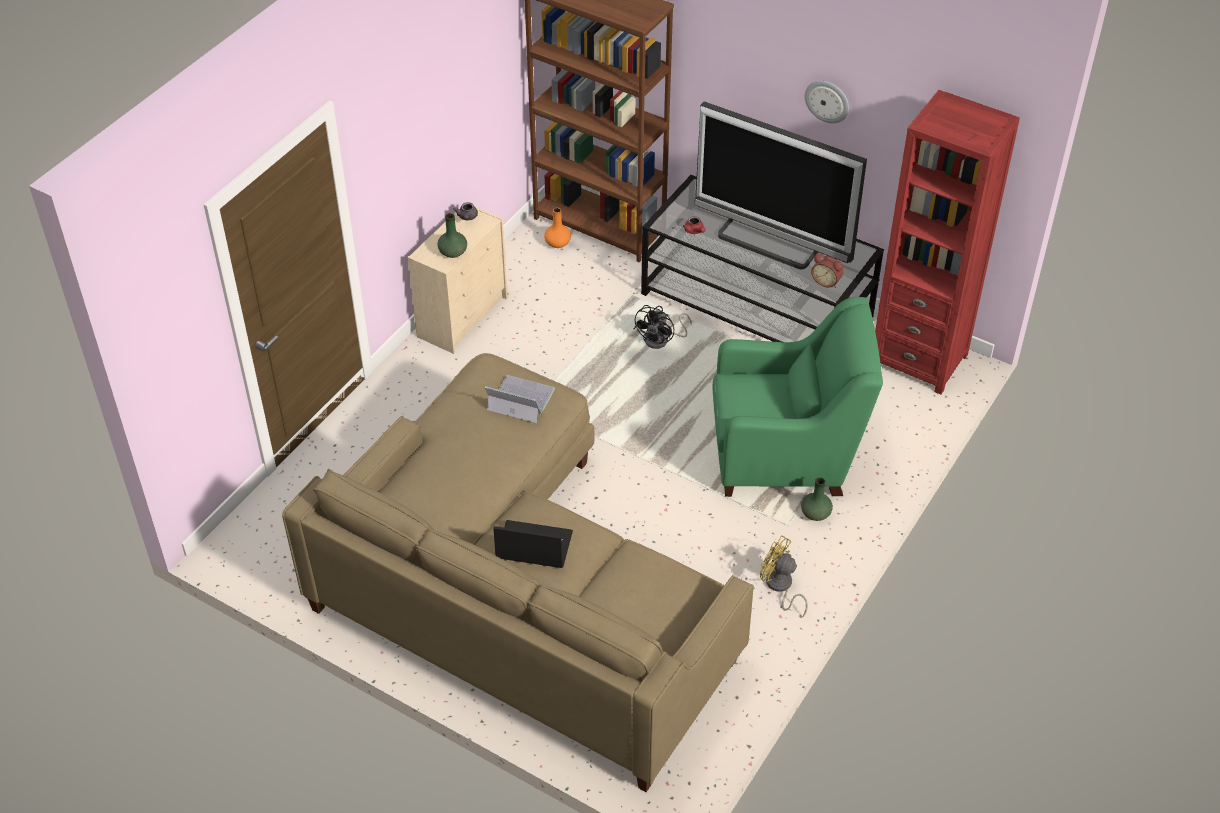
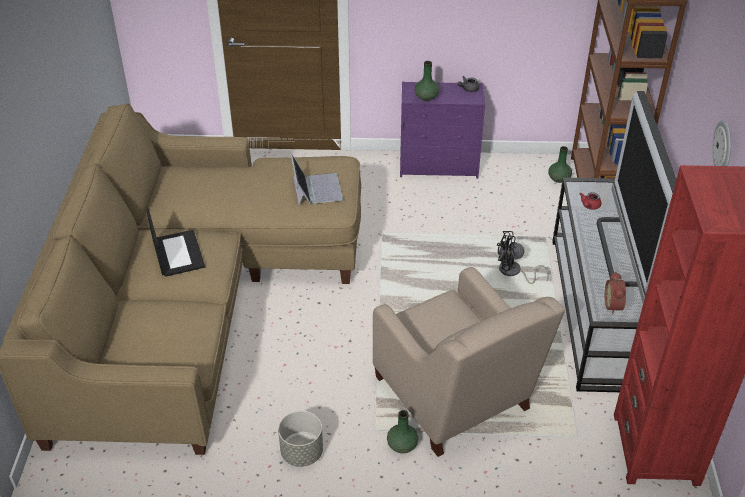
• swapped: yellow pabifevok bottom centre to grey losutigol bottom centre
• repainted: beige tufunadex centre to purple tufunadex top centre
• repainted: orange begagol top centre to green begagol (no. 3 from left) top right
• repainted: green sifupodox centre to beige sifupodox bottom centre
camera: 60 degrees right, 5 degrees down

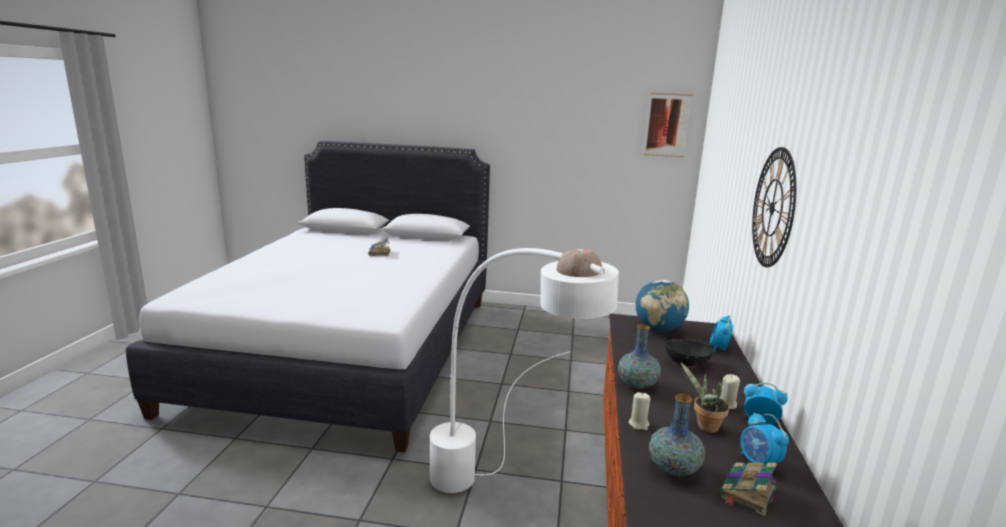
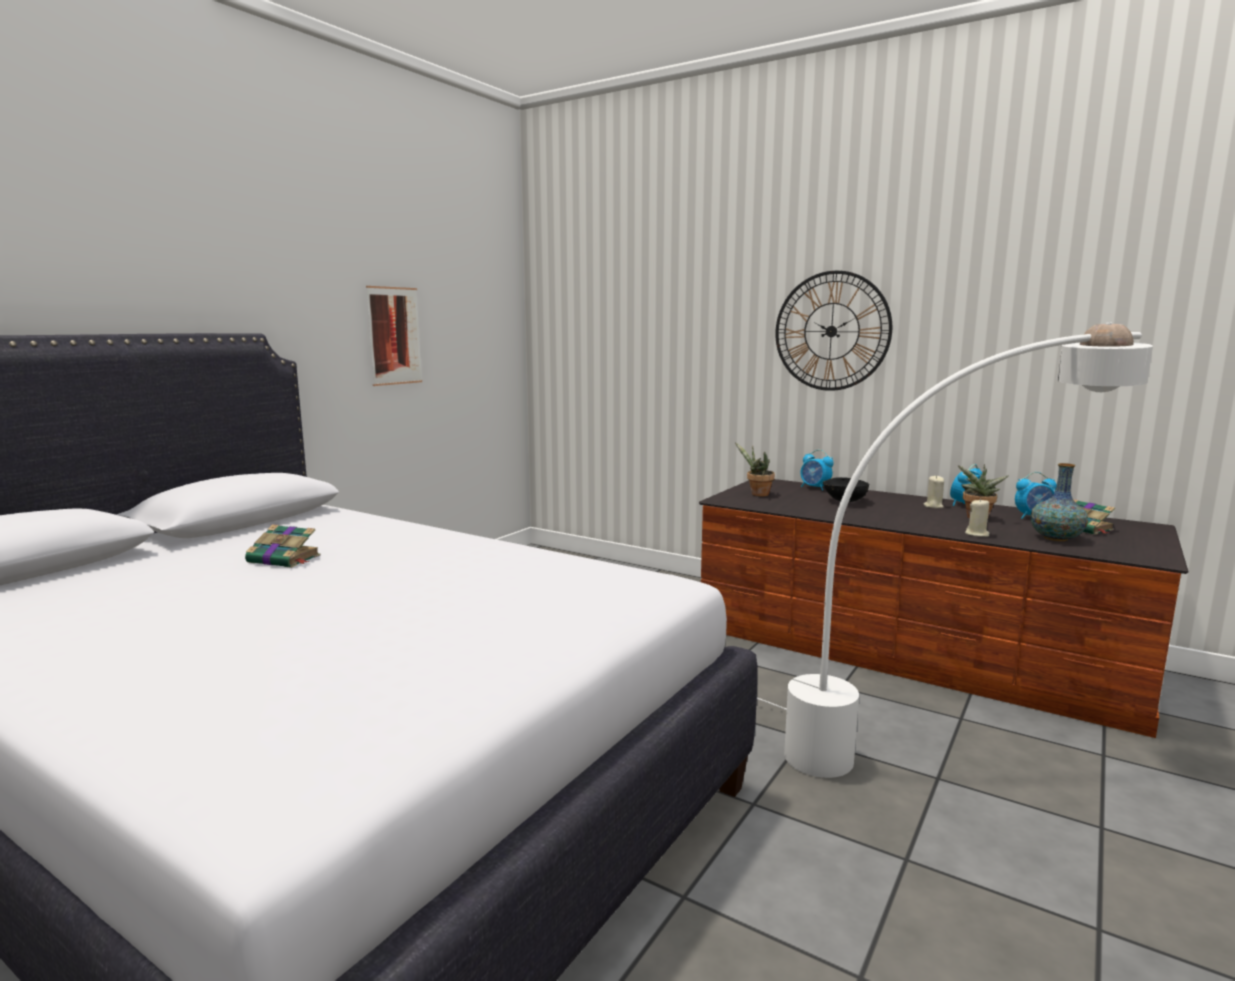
• gone: begagol (no. 1 from left) bottom centre
• shifted: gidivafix top centre to middle left
• swapped: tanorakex centre to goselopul (no. 1 from left) centre
camera: 65 degrees left, 5 degrees down

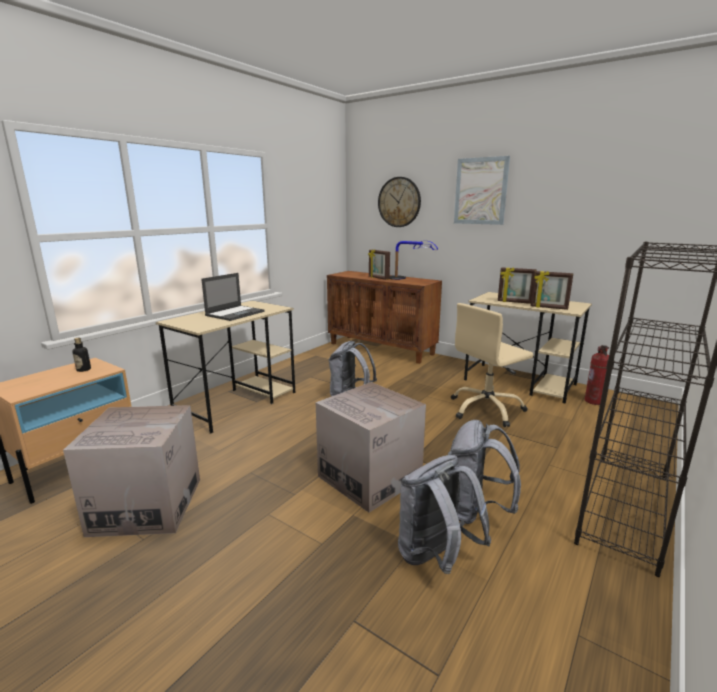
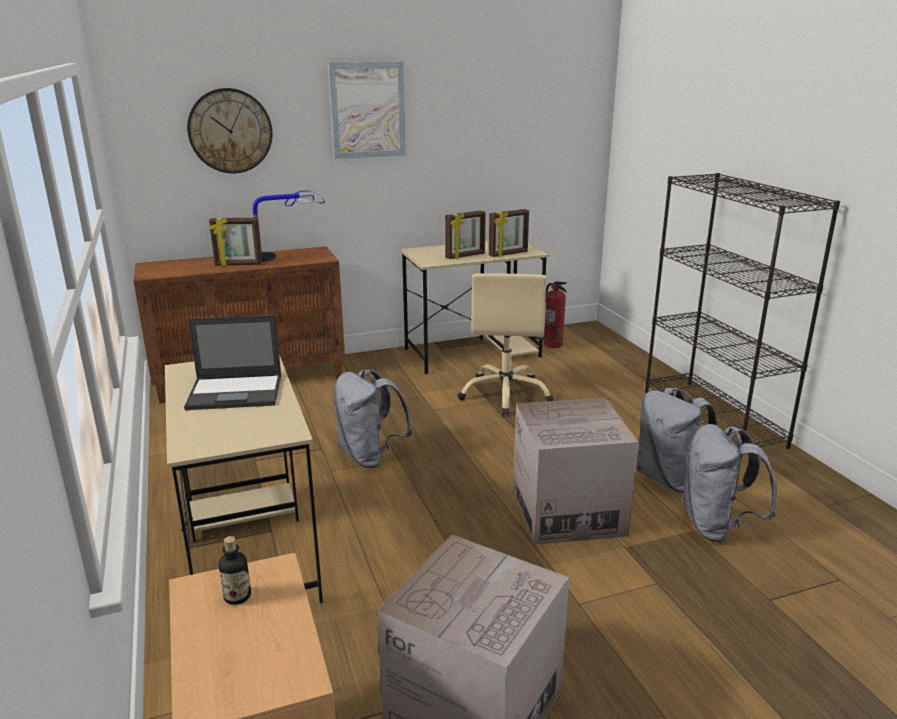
• rotated: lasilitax middle left = middle left 105 degrees clockwise
camera: 55 degrees left, 5 degrees up

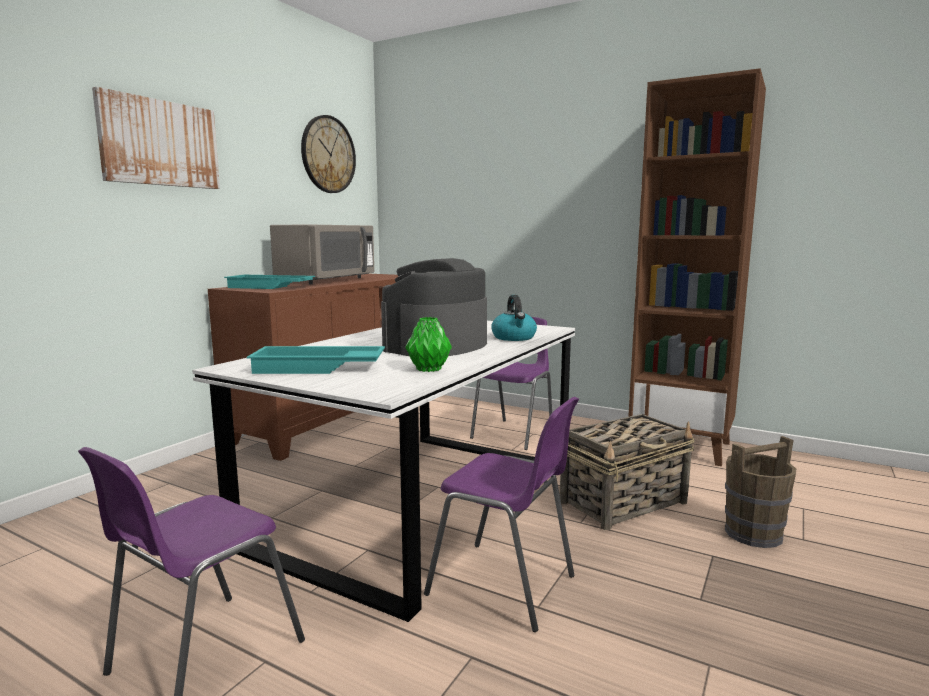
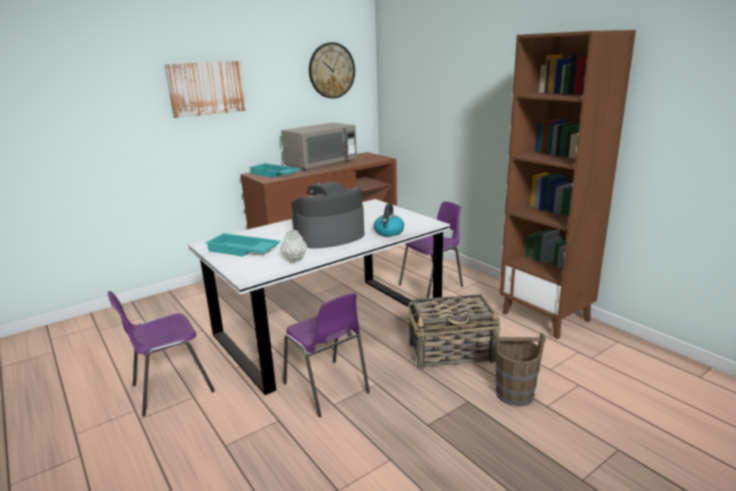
• repainted: green begagol centre to grey begagol centre
camera: 25 degrees right, 10 degrees up

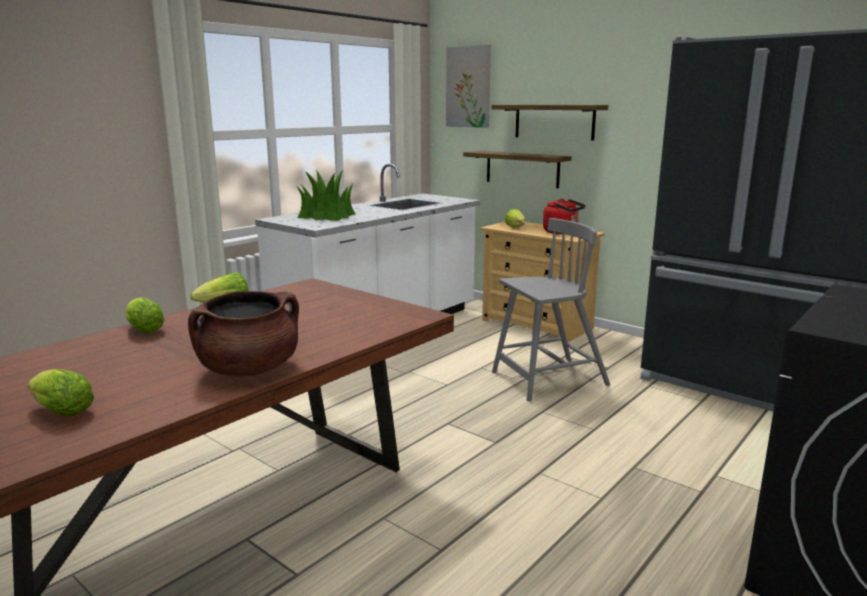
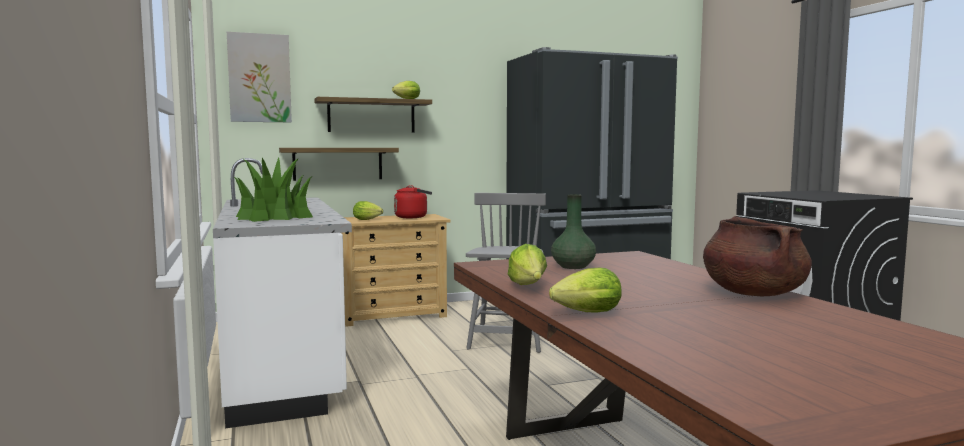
• new: green begagol centre
• shifted: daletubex (no. 1 from left in the first image) middle left to daletubex (no. 2 from left) top centre
camera: 60 degrees left, 10 degrees down

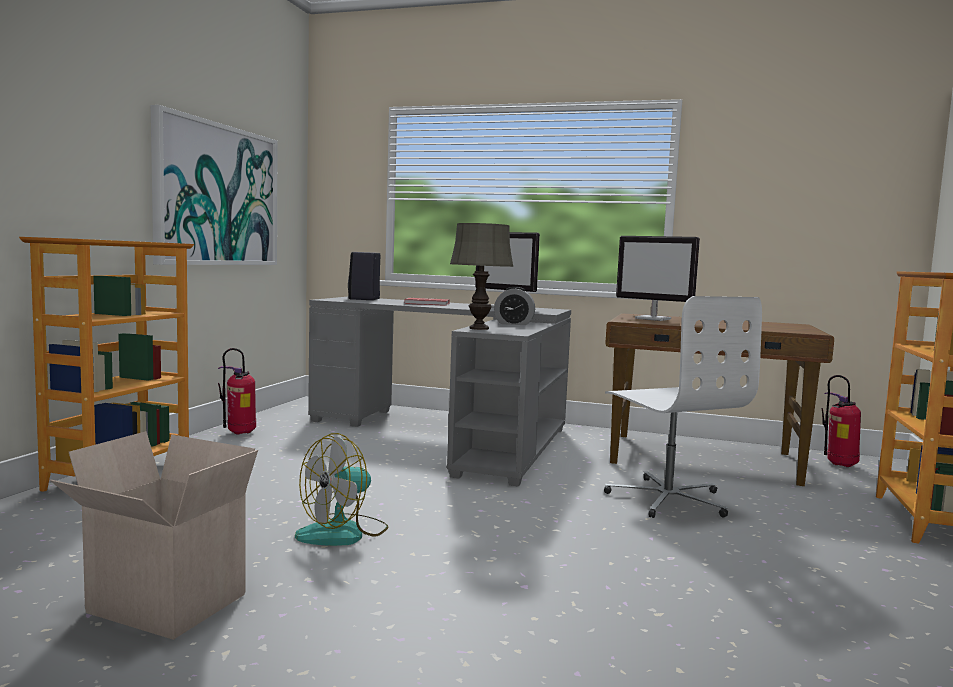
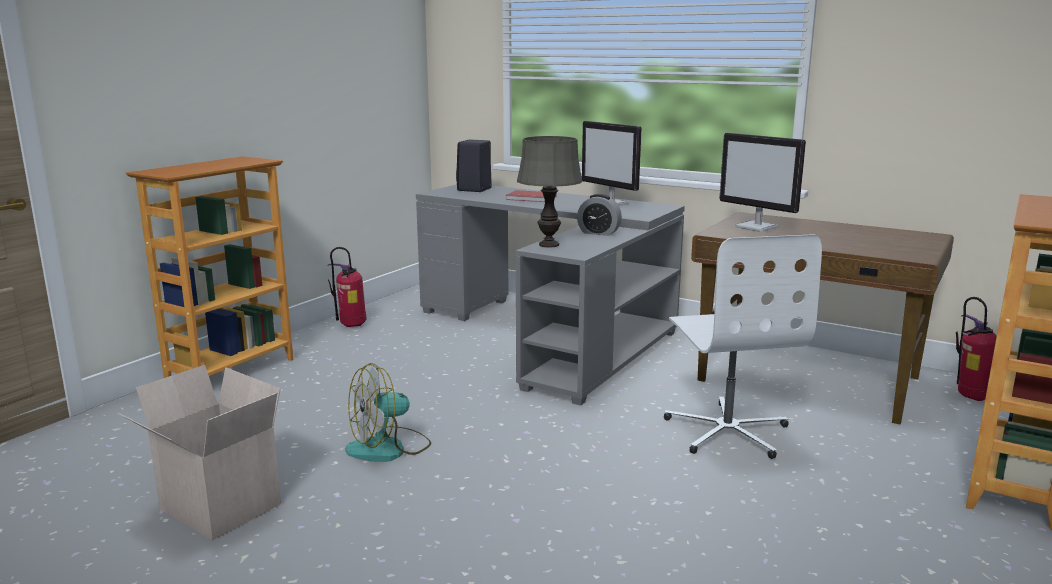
• gone: gidivafix top left
camera: 15 degrees right, 10 degrees up

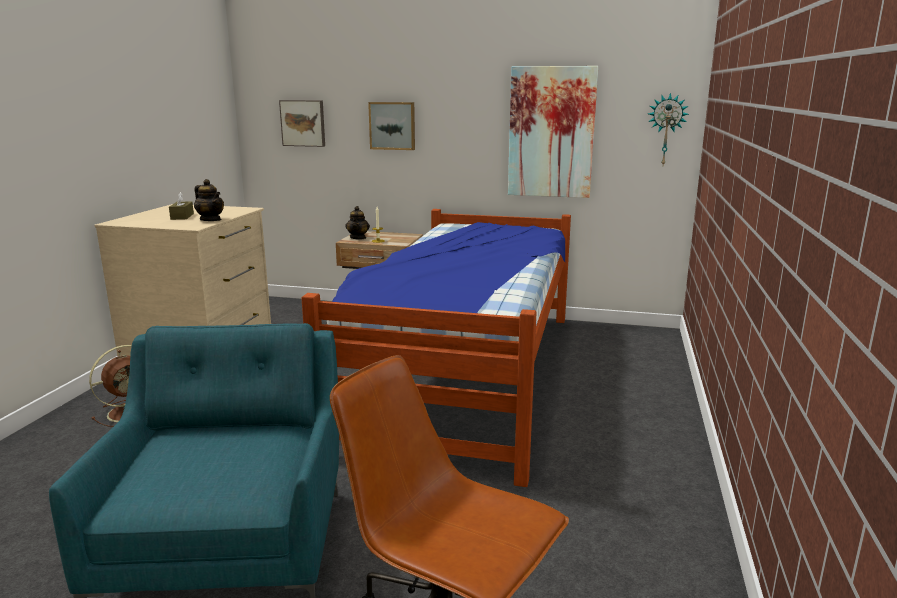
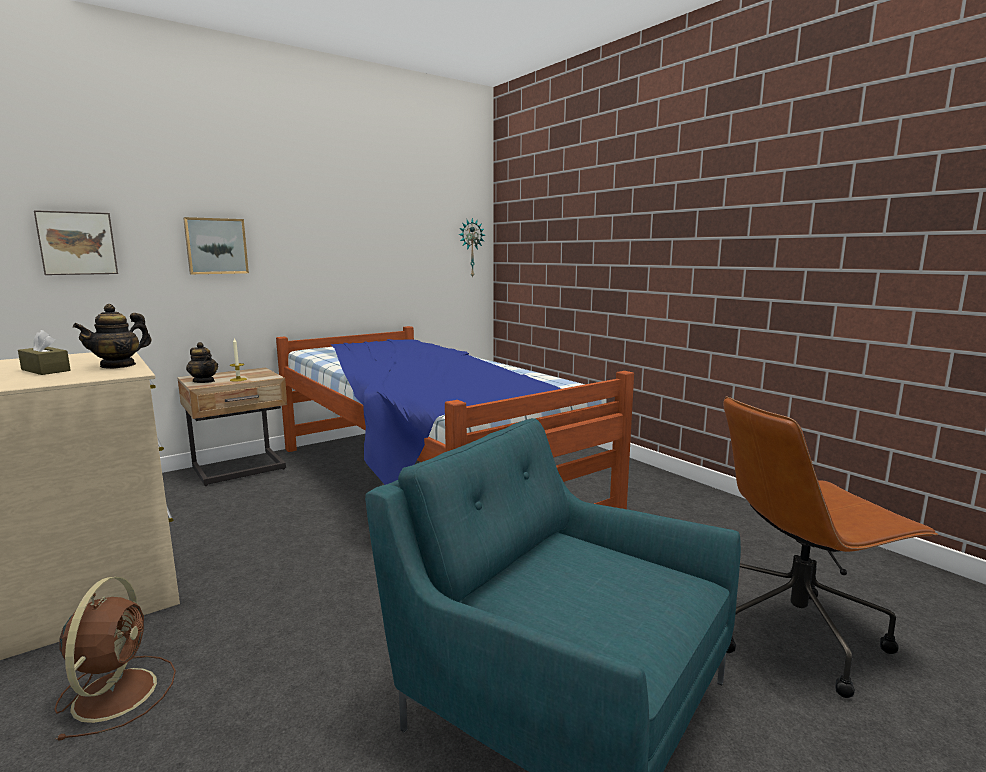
• gone: gidivafix (no. 3 from left) top centre
• rotated: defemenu (no. 1 from left) middle left = middle left 135 degrees clockwise
camera: 50 degrees left, 5 degrees down

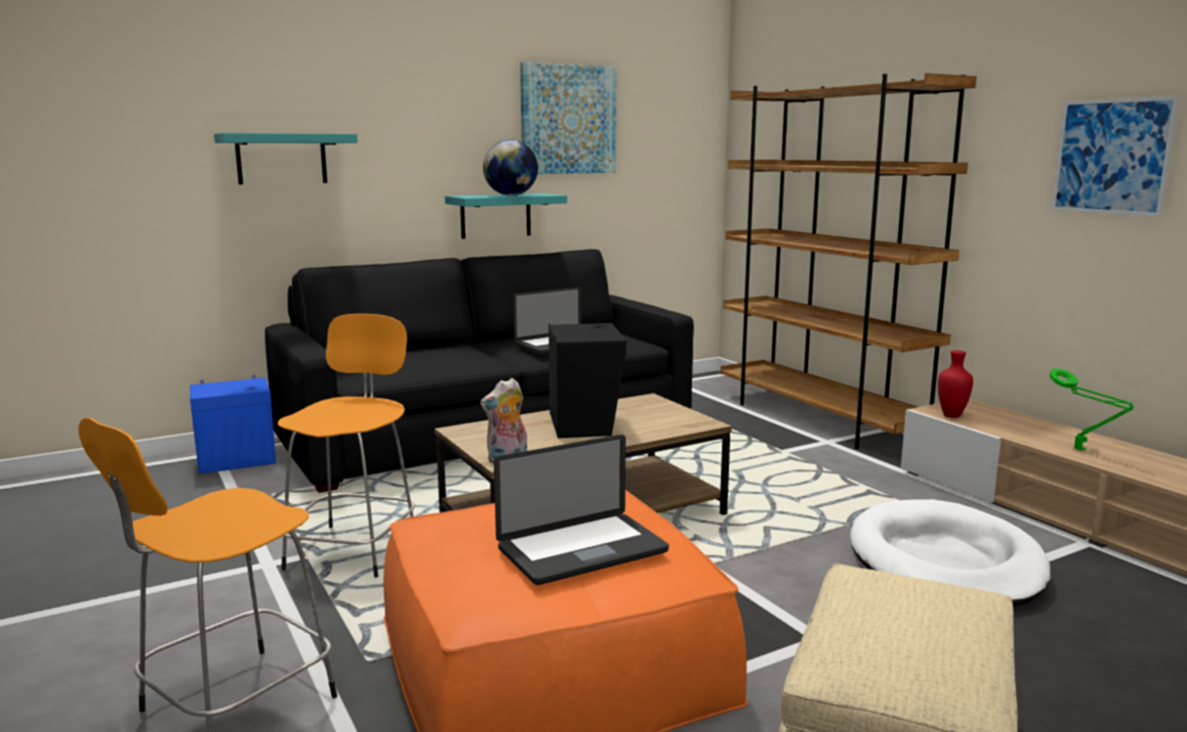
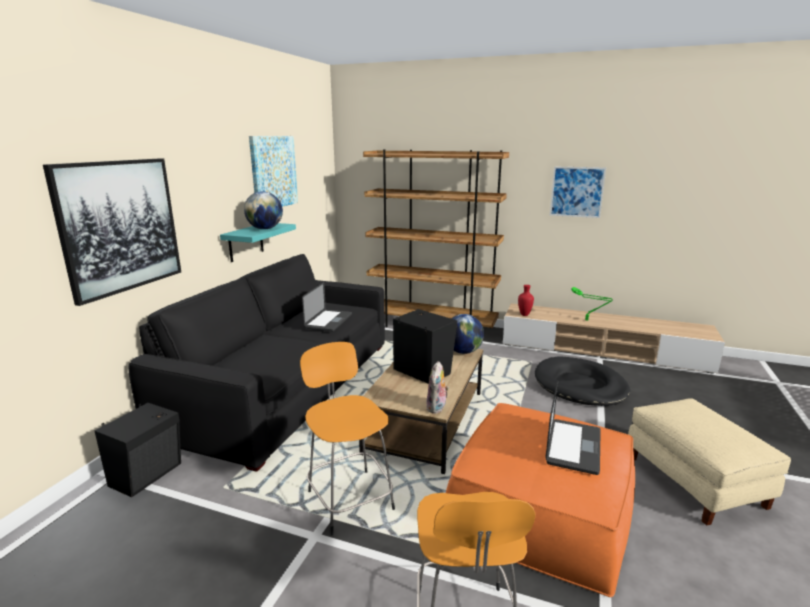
• new: tanorakex (no. 2 from left) centre
• swapped: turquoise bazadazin (no. 1 from left) top left to gidivafix (no. 1 from left) middle left
• repainted: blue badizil middle left to black badizil (no. 1 from left) bottom left
• repainted: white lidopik bottom right to black lidopik middle right
camera: 40 degrees left, 5 degrees up

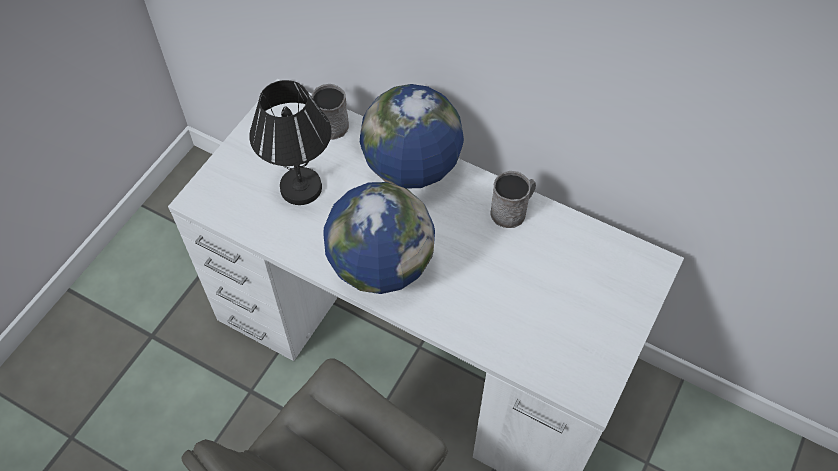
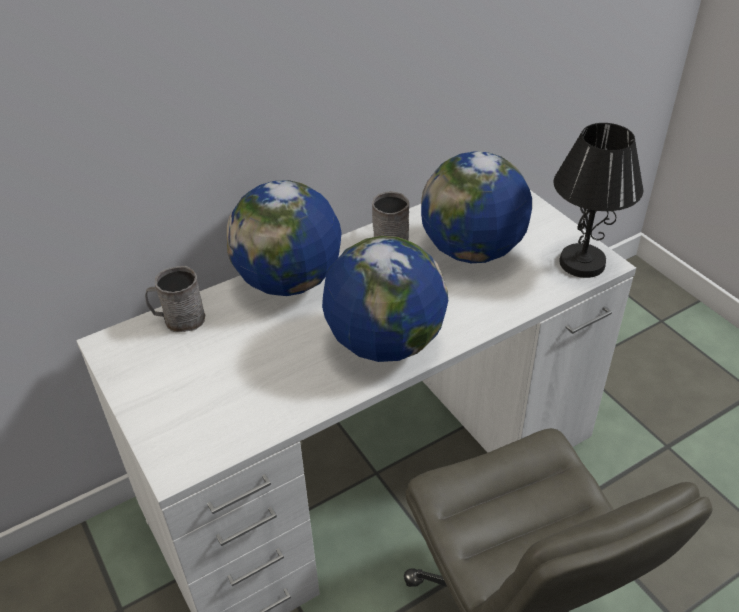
• new: tanorakex (no. 3 from left) centre
• shifted: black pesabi top centre to top right
camera: 60 degrees left, 15 degrees down

